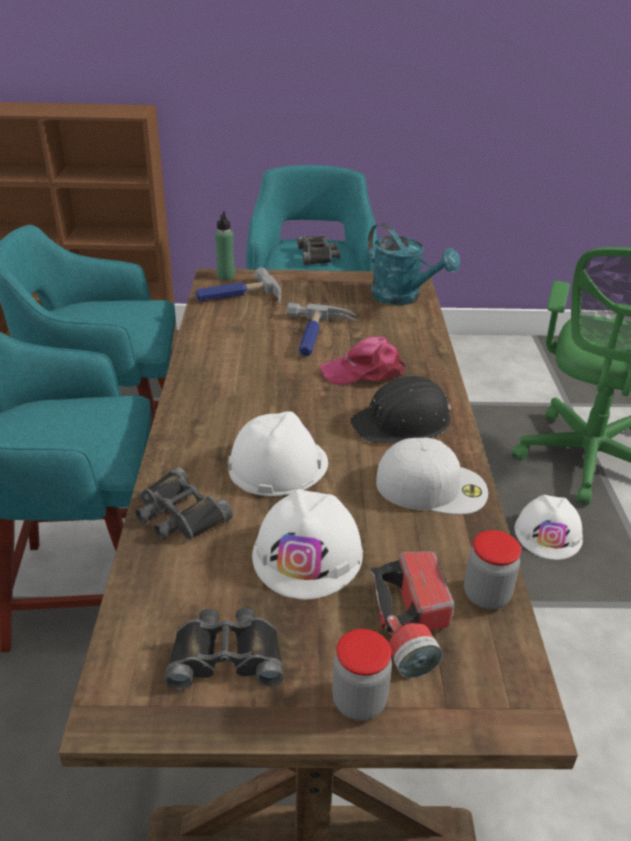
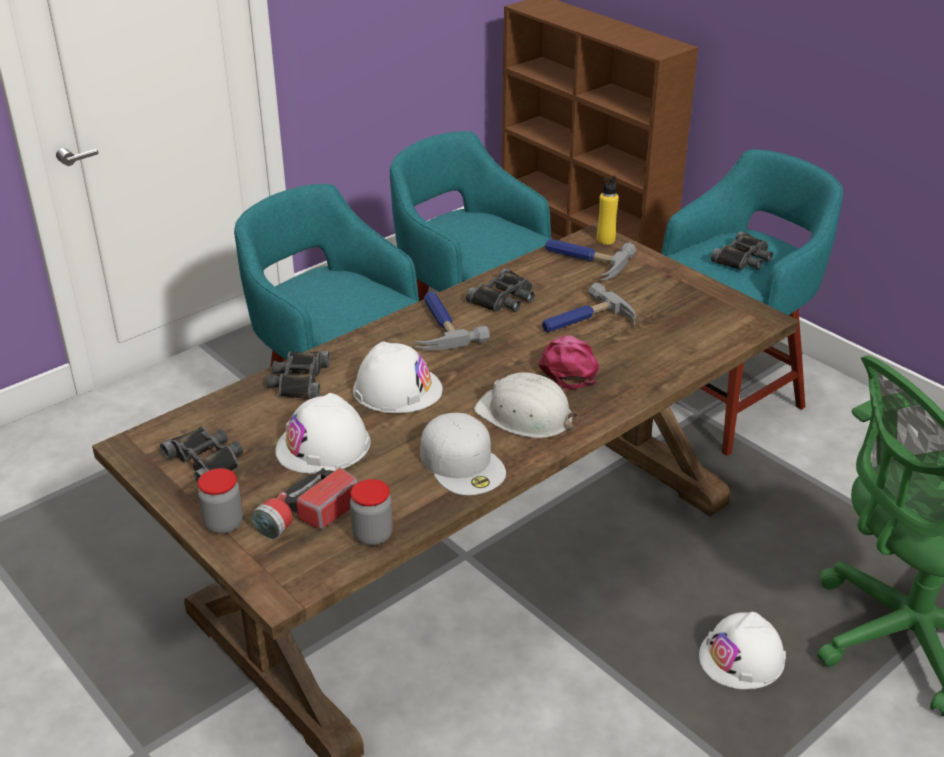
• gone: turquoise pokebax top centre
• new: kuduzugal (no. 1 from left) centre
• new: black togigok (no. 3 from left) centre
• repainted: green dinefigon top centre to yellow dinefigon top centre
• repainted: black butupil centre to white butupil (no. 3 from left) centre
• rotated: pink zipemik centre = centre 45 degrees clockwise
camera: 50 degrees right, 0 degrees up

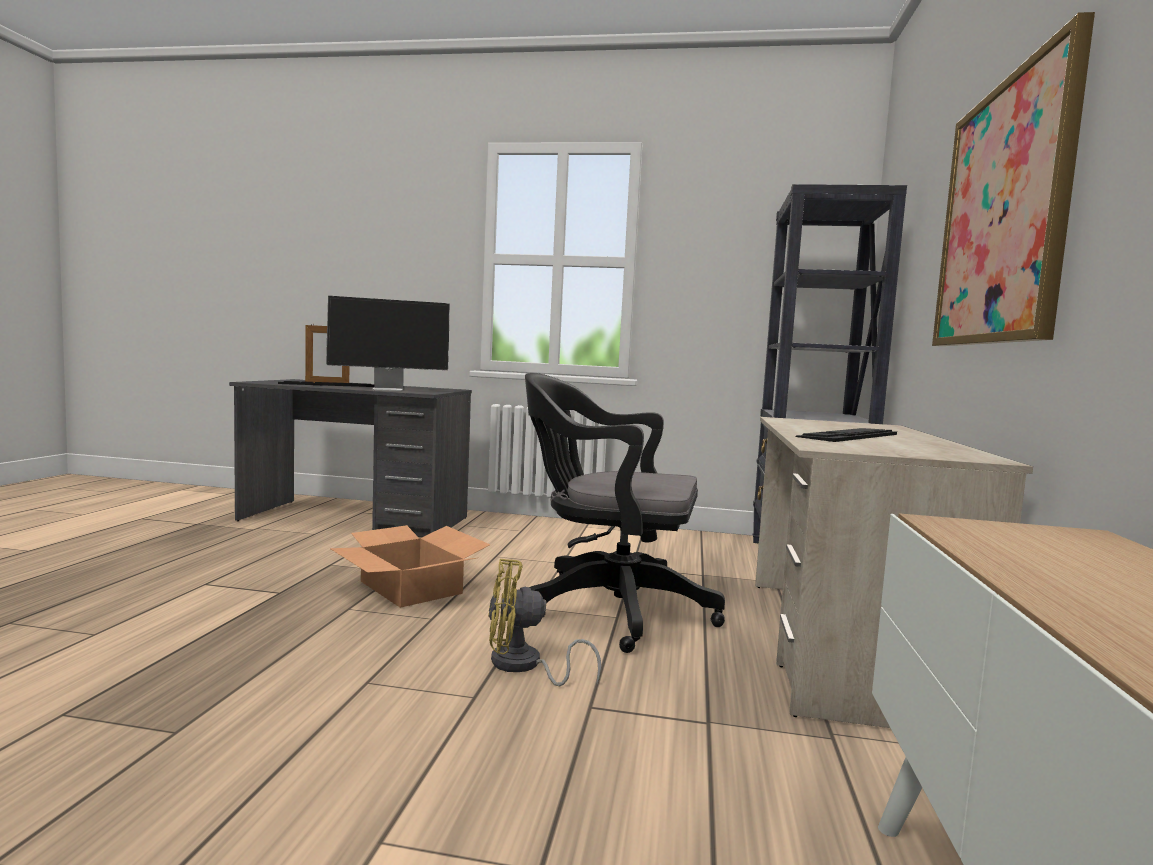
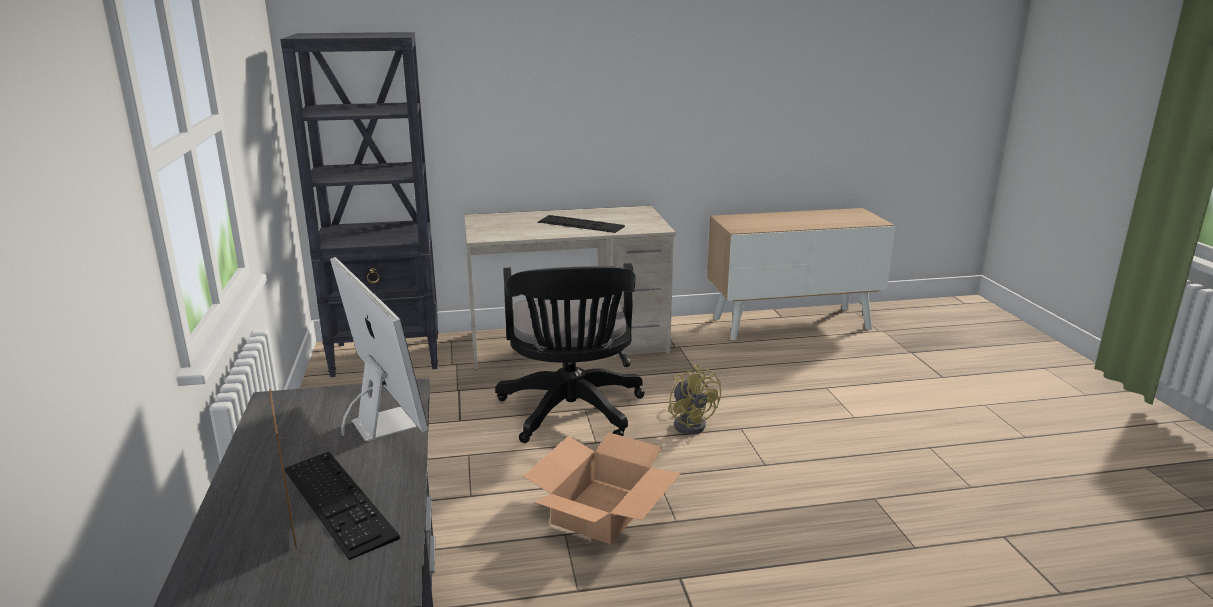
• gone: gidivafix top right
camera: 110 degrees left, 15 degrees up

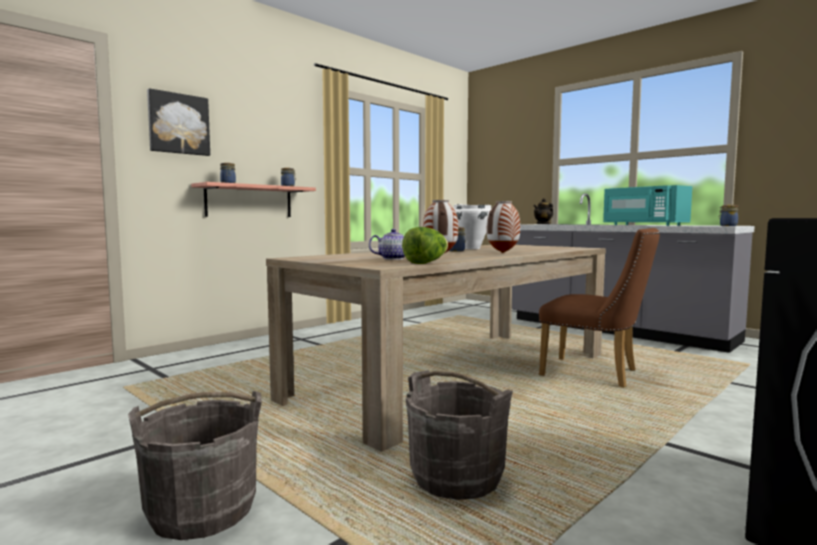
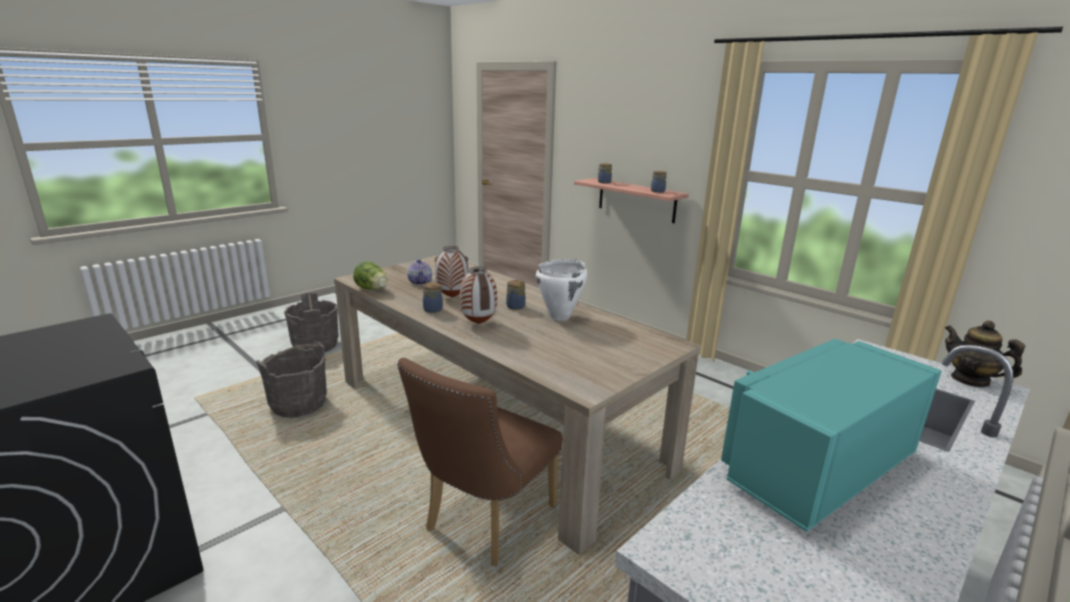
• gone: gidivafix top left
• shifted: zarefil (no. 4 from left in the first image) middle right to zarefil (no. 1 from left) centre
camera: 90 degrees right, 15 degrees up

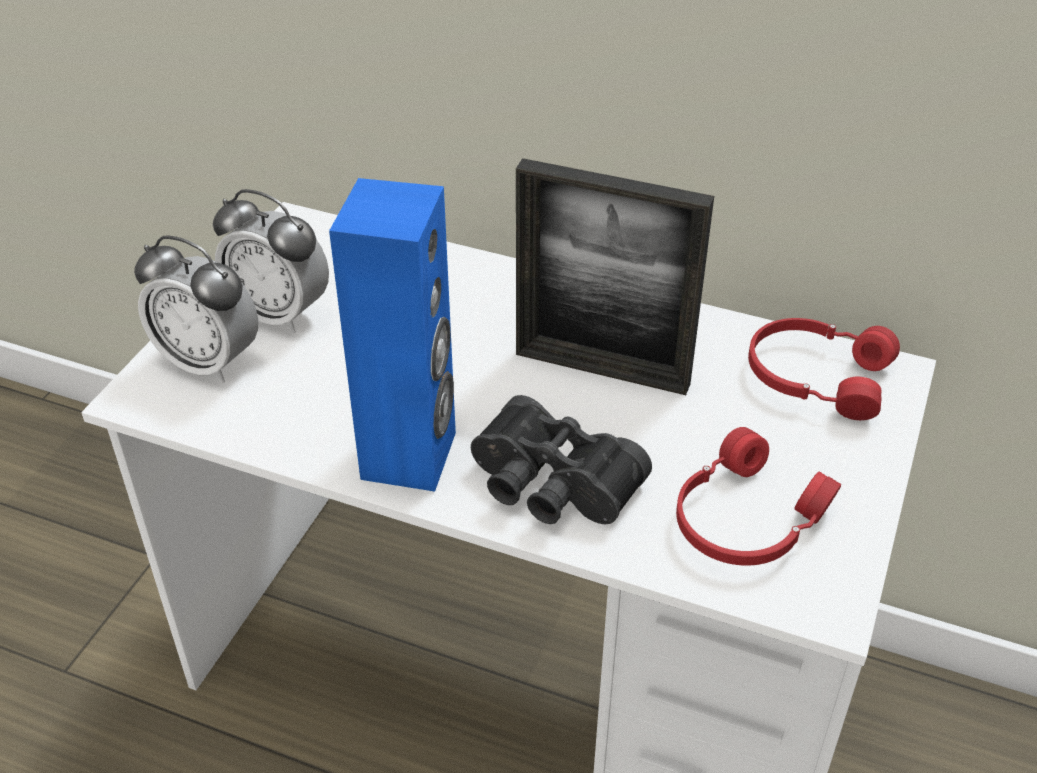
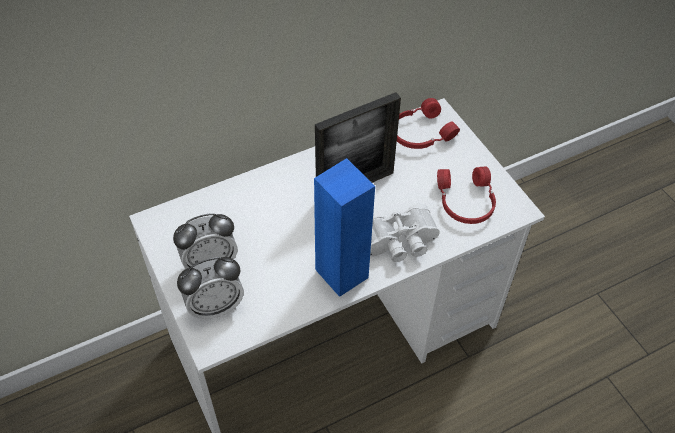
• repainted: black togigok centre to white togigok centre
camera: 50 degrees left, 10 degrees up

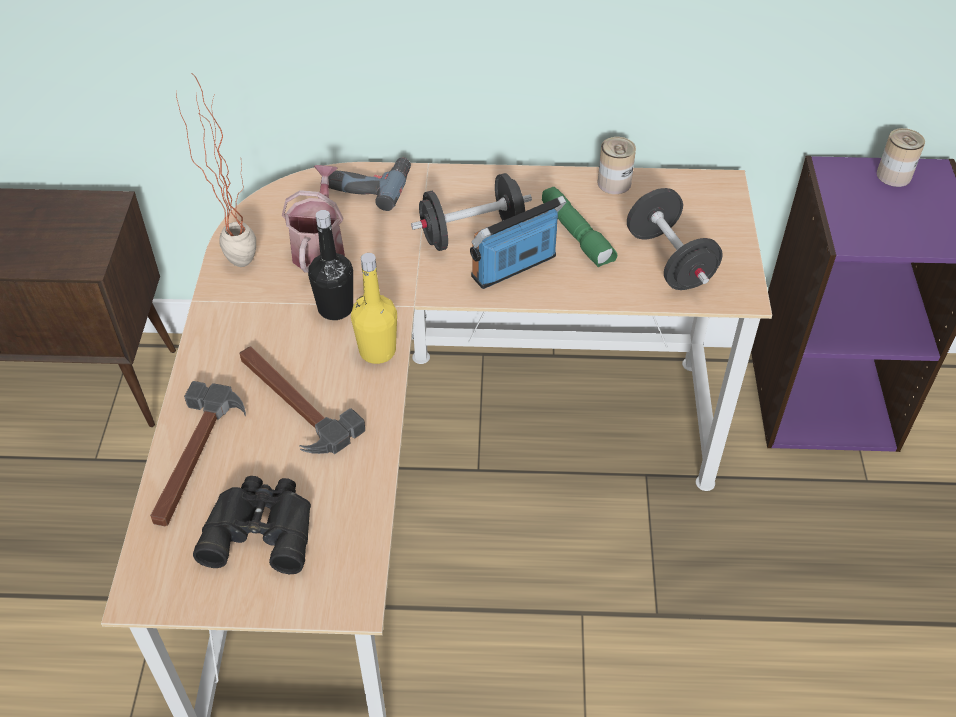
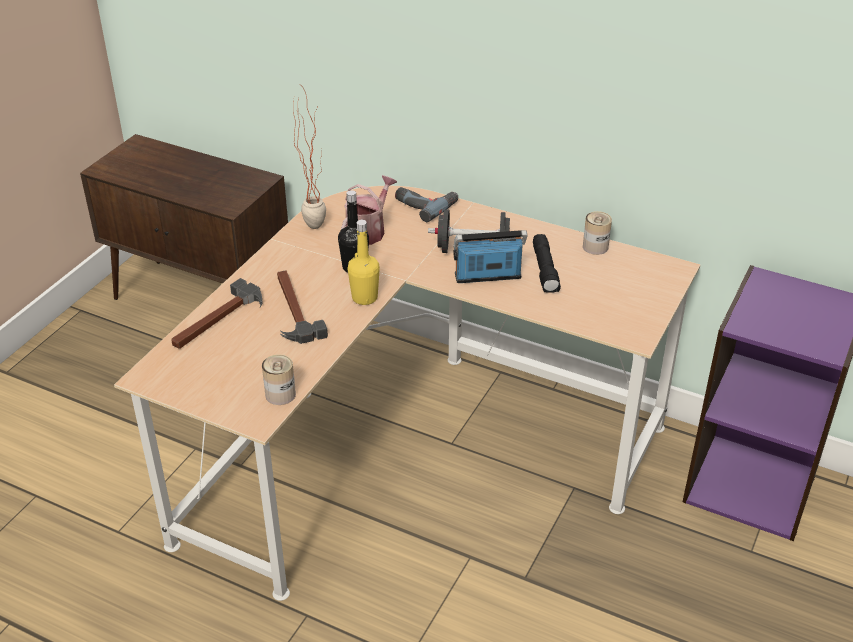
• gone: black togigok bottom left
• gone: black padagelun (no. 2 from left) middle right
• shifted: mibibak (no. 2 from left in the first image) top right to mibibak (no. 1 from left) middle left
• repainted: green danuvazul top centre to black danuvazul centre
camera: 25 degrees right, 10 degrees down

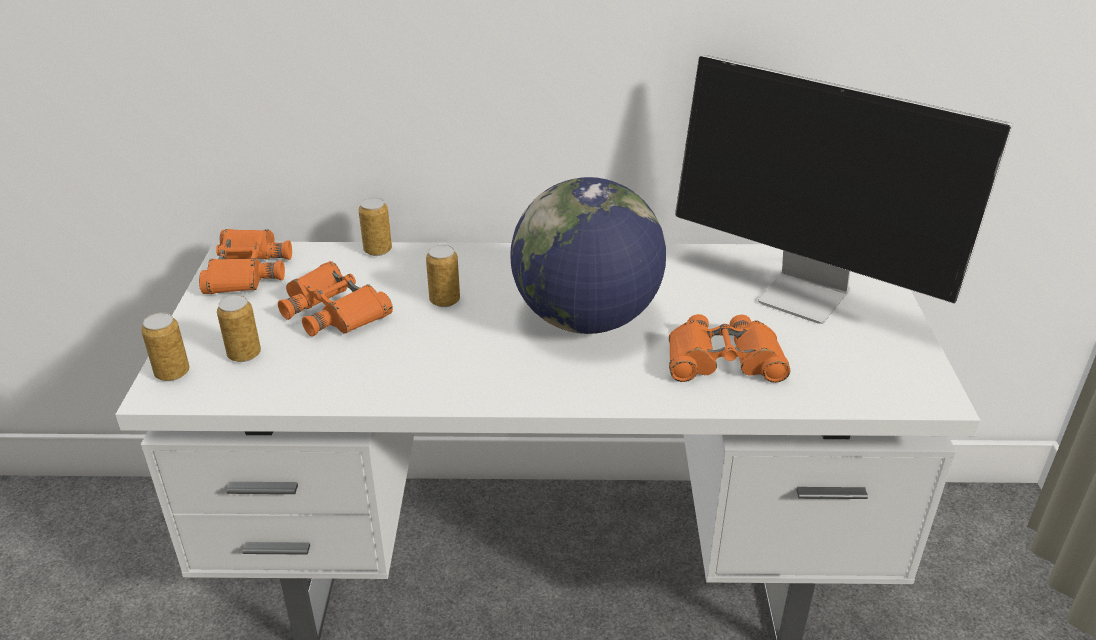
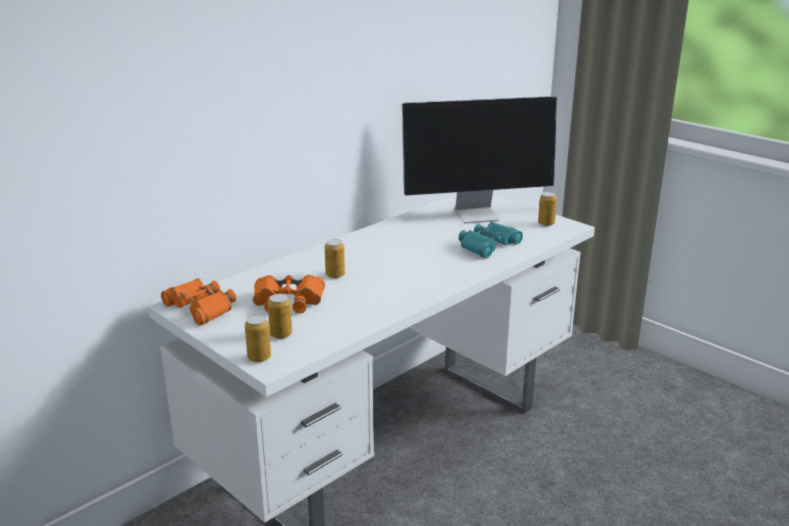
• gone: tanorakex centre
• shifted: mibibak (no. 3 from left in the first image) centre to mibibak (no. 4 from left) middle right
• repainted: orange togigok (no. 3 from left) centre to turquoise togigok centre
camera: 45 degrees left, 10 degrees down

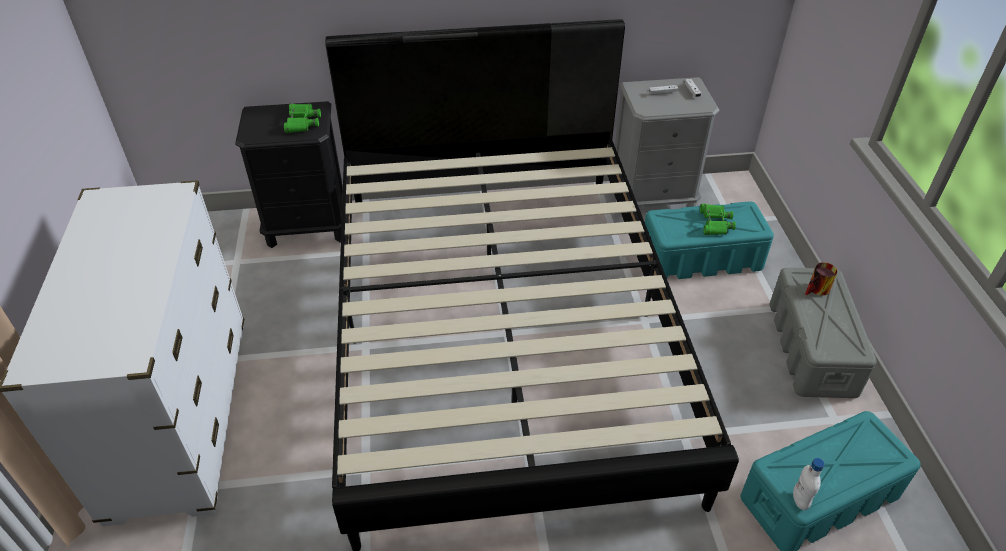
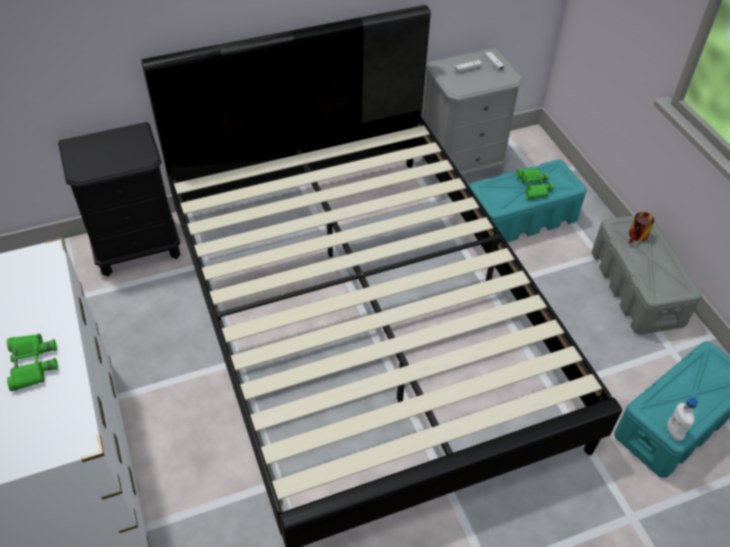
• shifted: green togigok (no. 1 from left) top left to middle left
camera: 15 degrees left, 5 degrees up

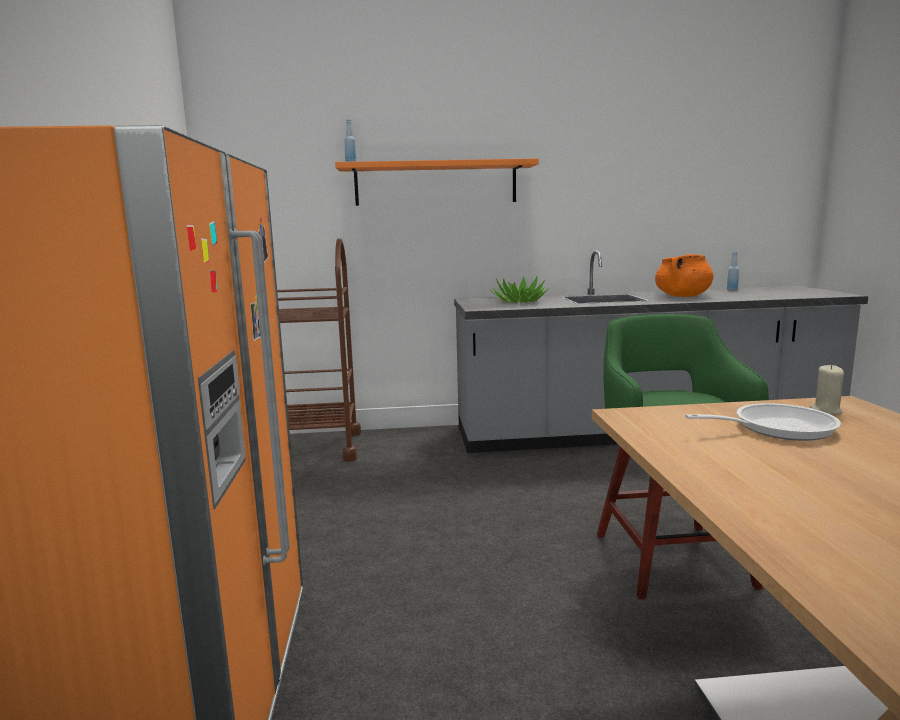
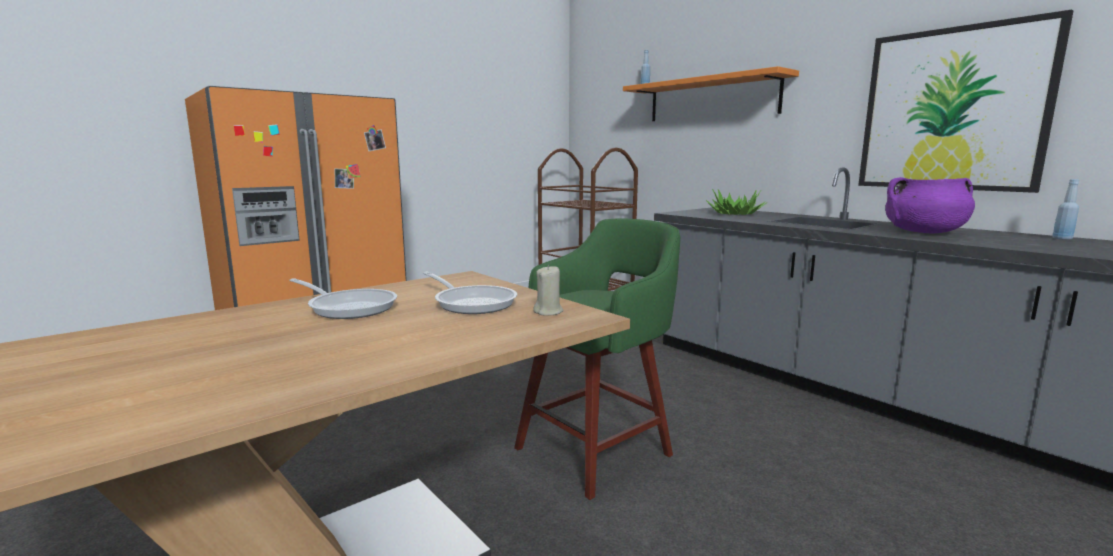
• new: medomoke (no. 1 from left) middle left
• new: gidivafix top right
• repainted: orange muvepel middle right to purple muvepel middle right
camera: 55 degrees right, 0 degrees up

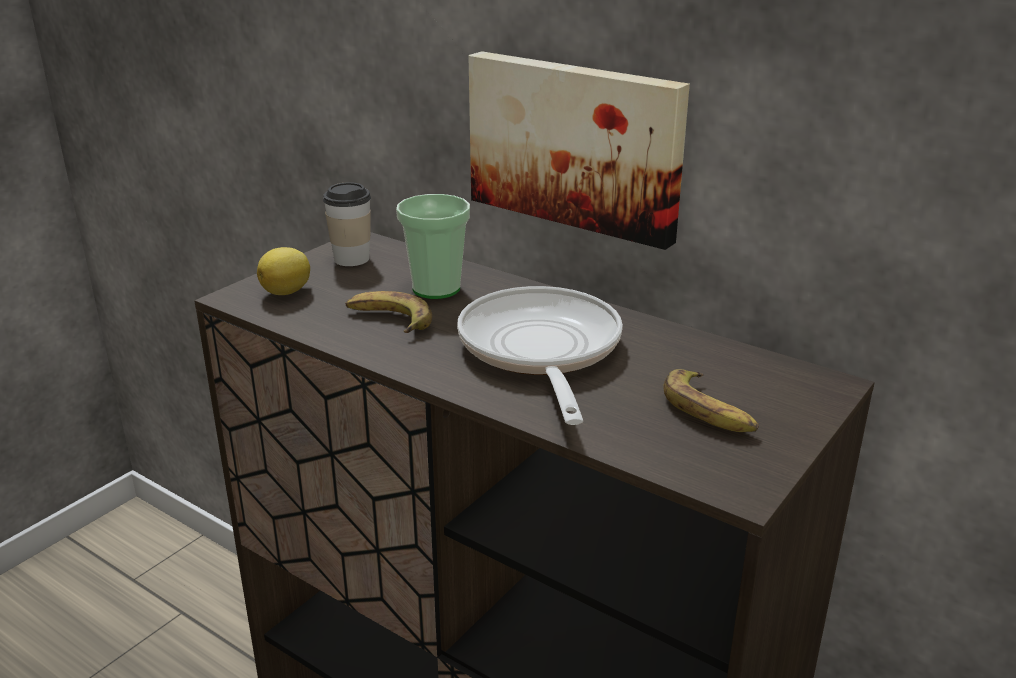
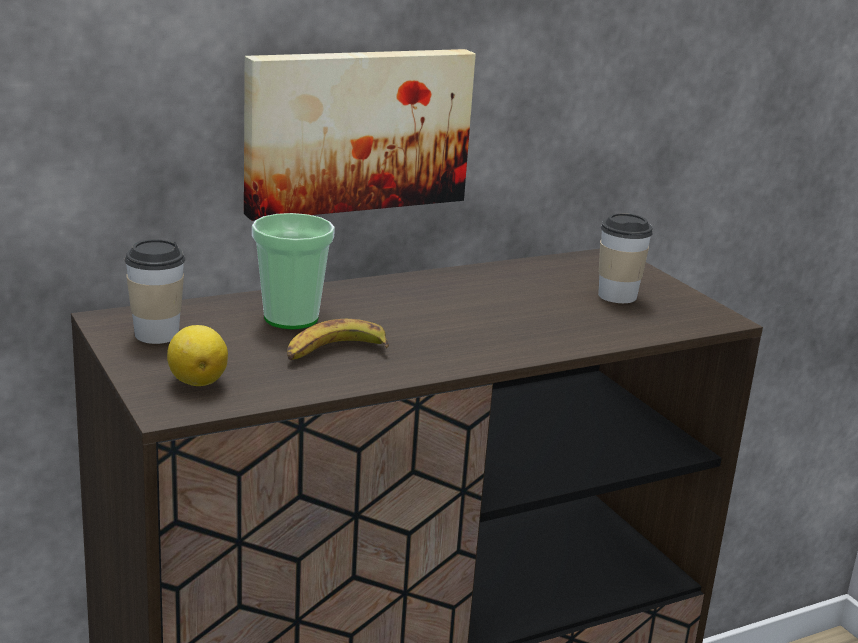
• gone: medomoke centre
• swapped: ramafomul (no. 2 from left) middle right to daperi (no. 3 from left) middle right
camera: 65 degrees left, 5 degrees down

